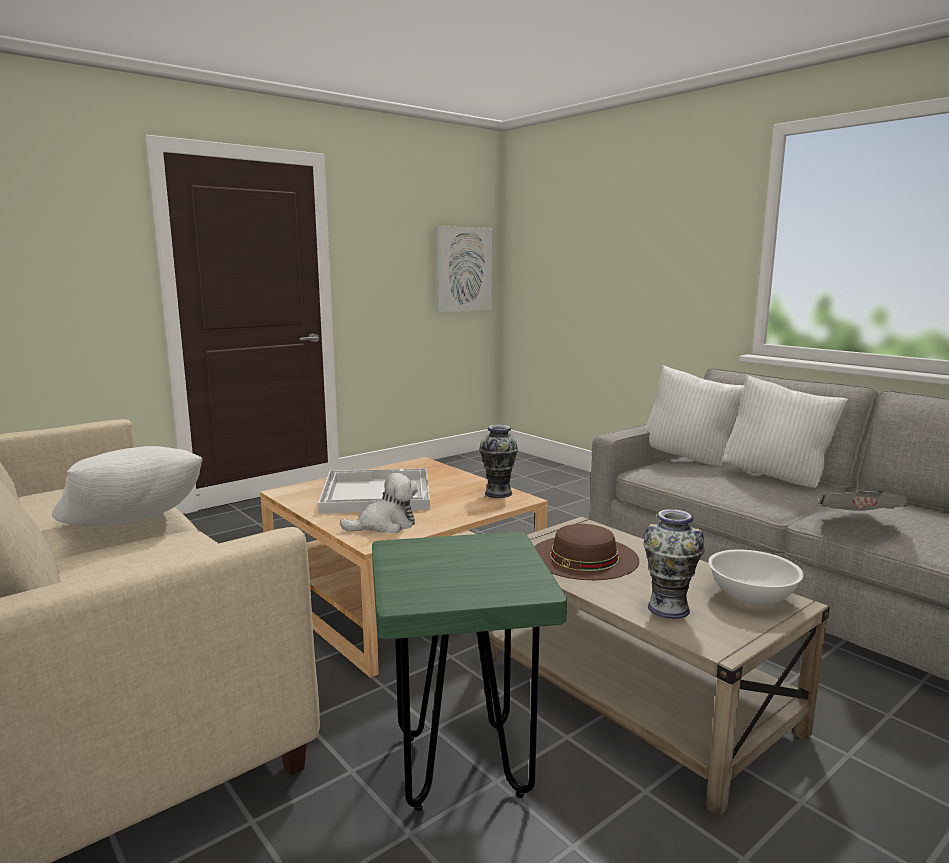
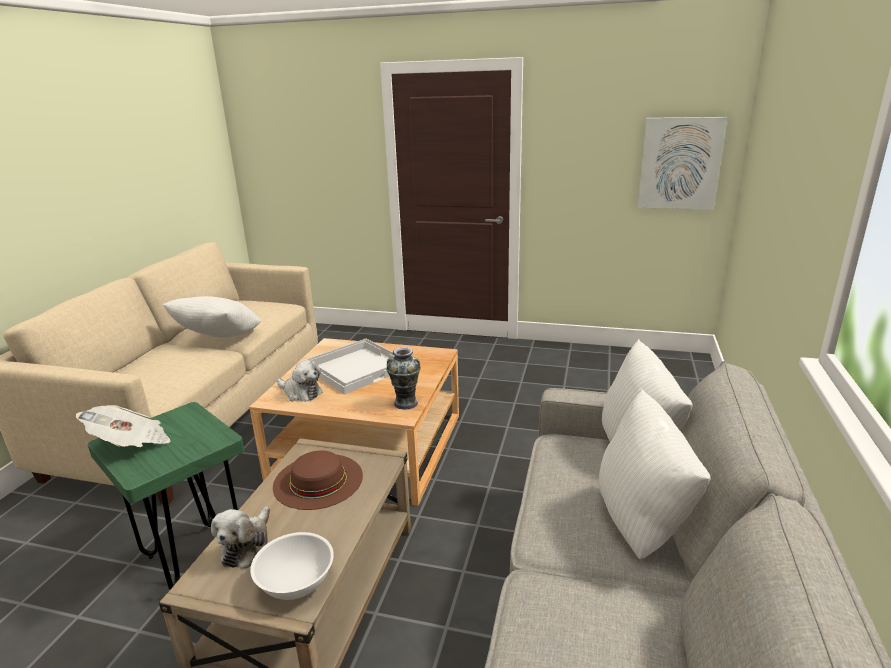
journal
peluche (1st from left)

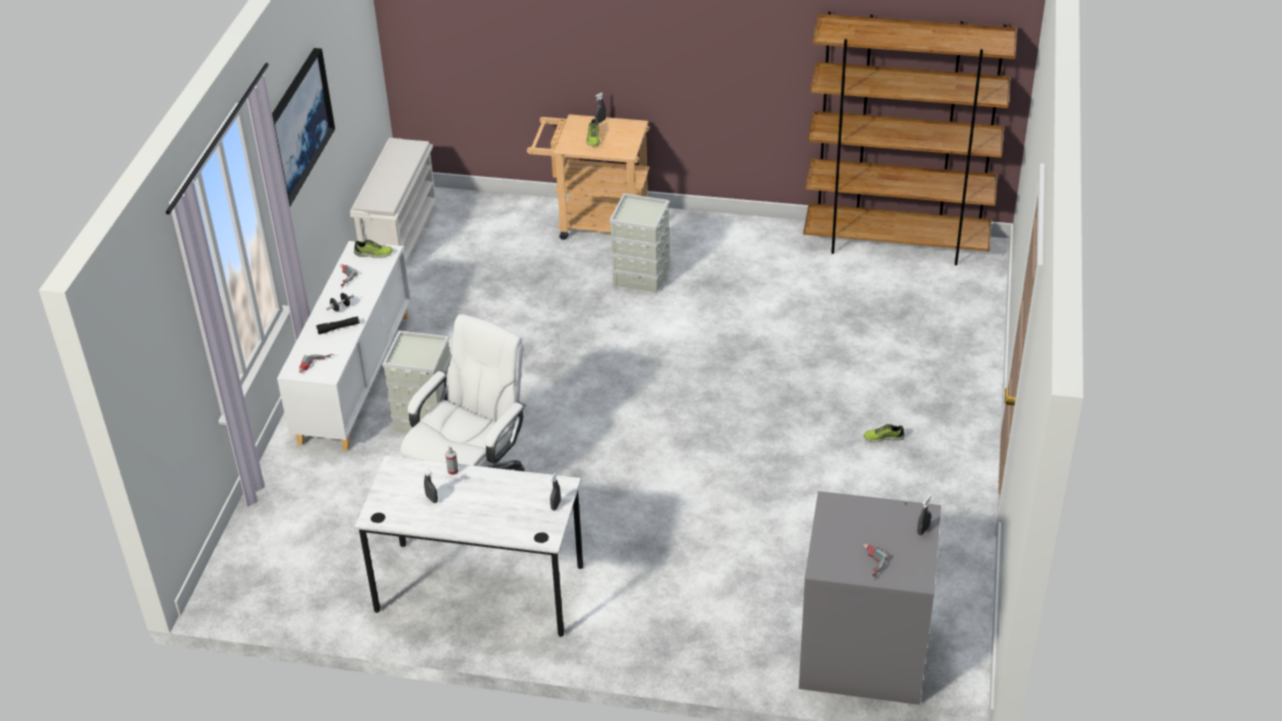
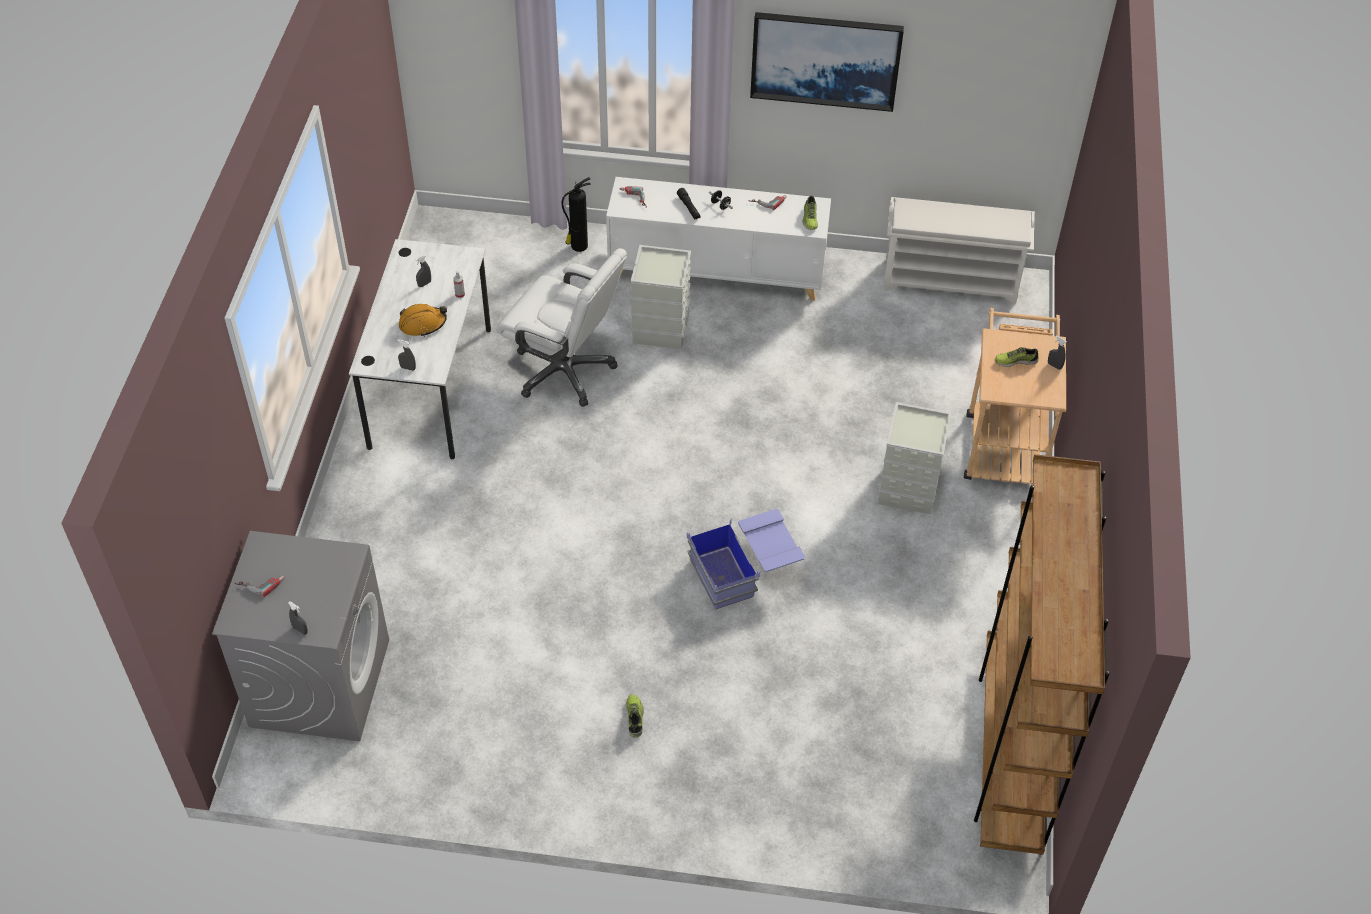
extincteur
casque de chantier (orange)
boîte de rangement (bleu)

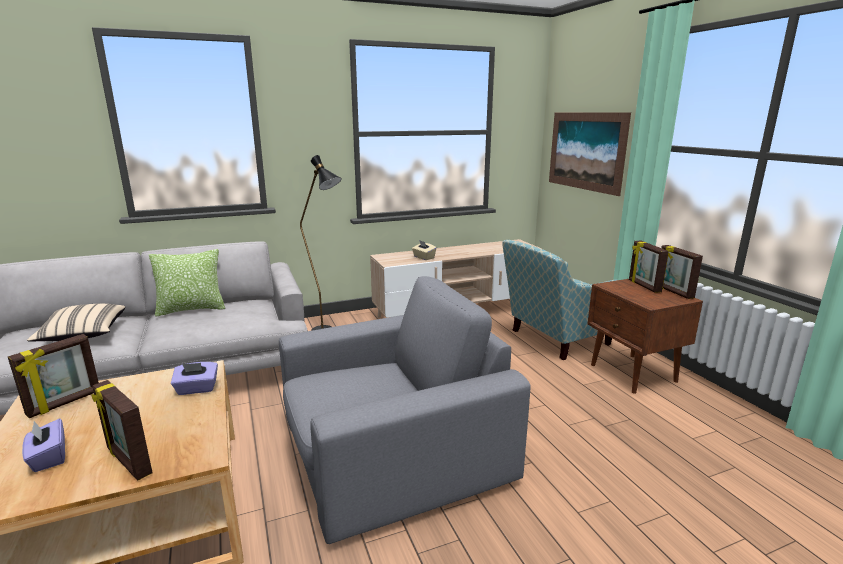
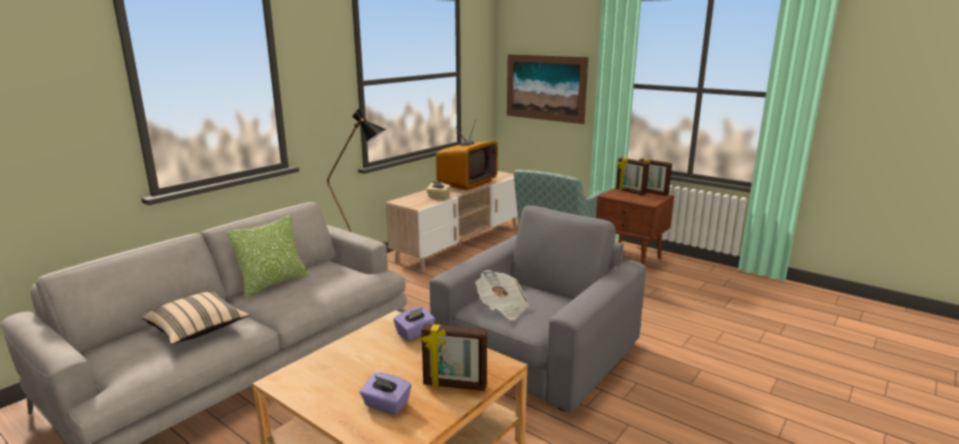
cadre photo (1st from left in the first image)
téléviseur
journal

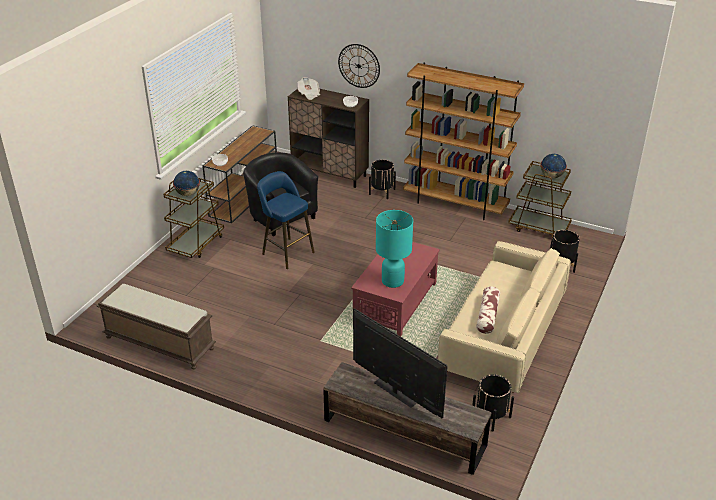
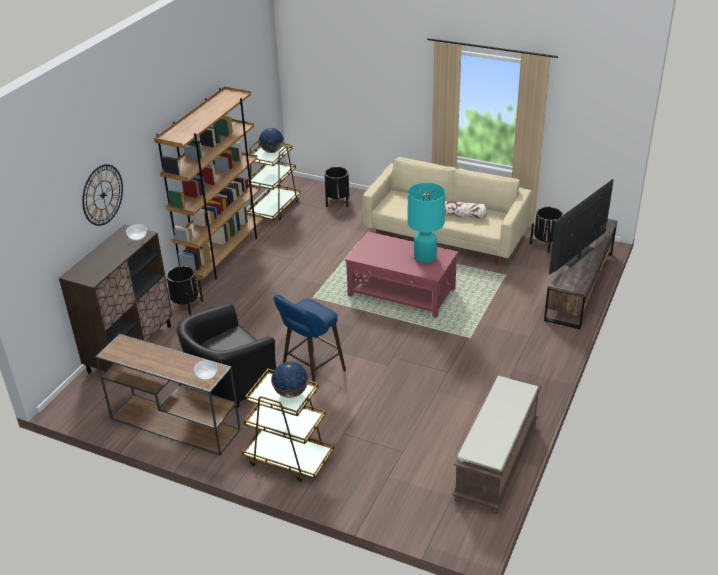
journal

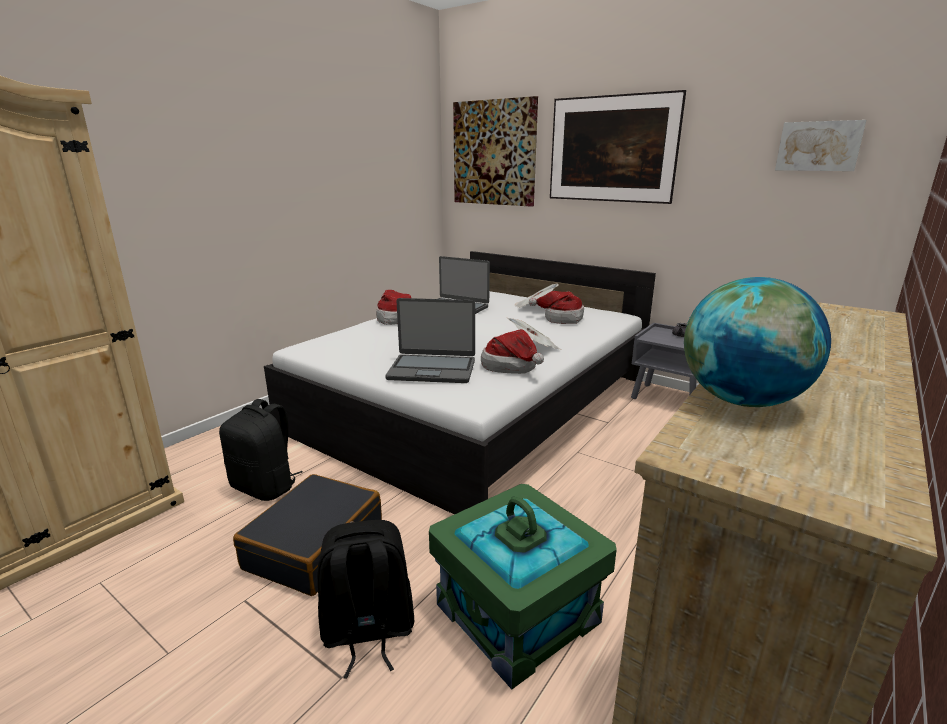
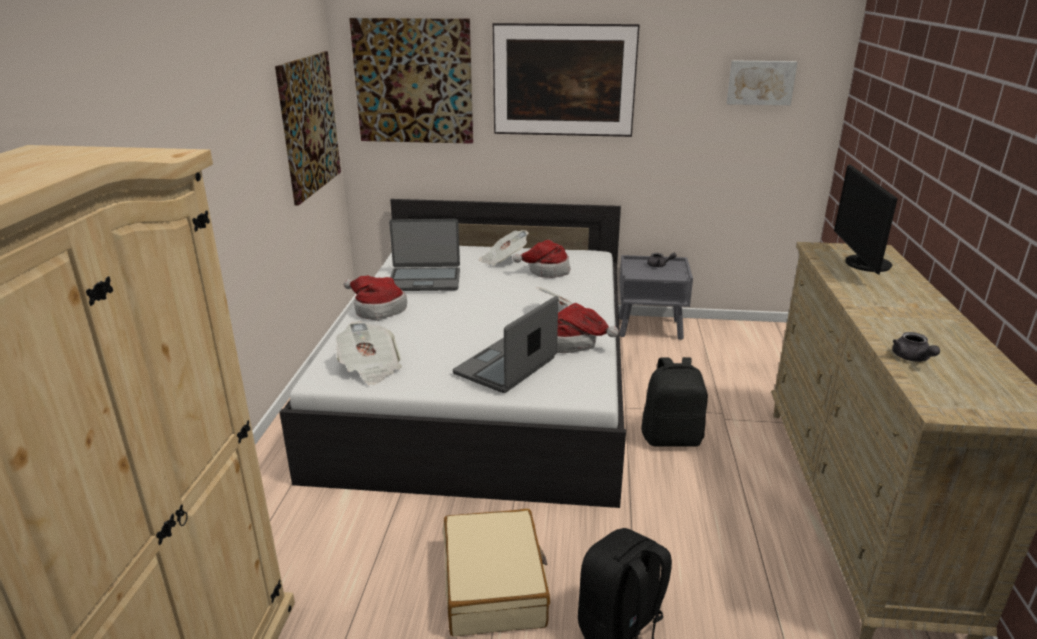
théière (gris) (2nd from left)
ordinateur portable (2nd from left)
sac à dos (noir) (2nd from left)
valise (beige)
boîte de rangement (vert)
tableau (1st from left)
écran d'ordinateur
journal (1st from left)

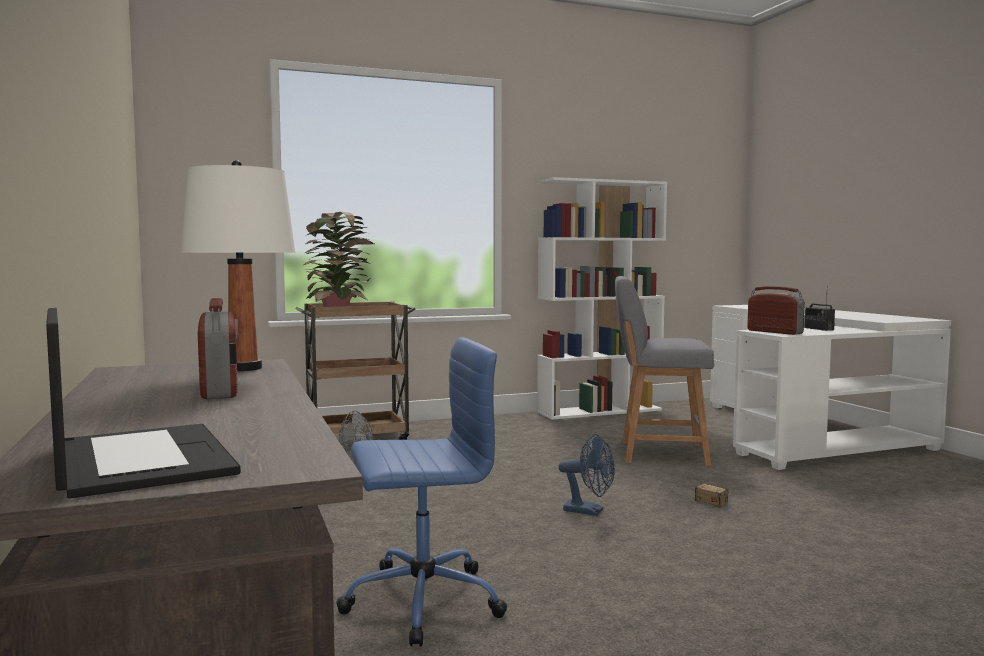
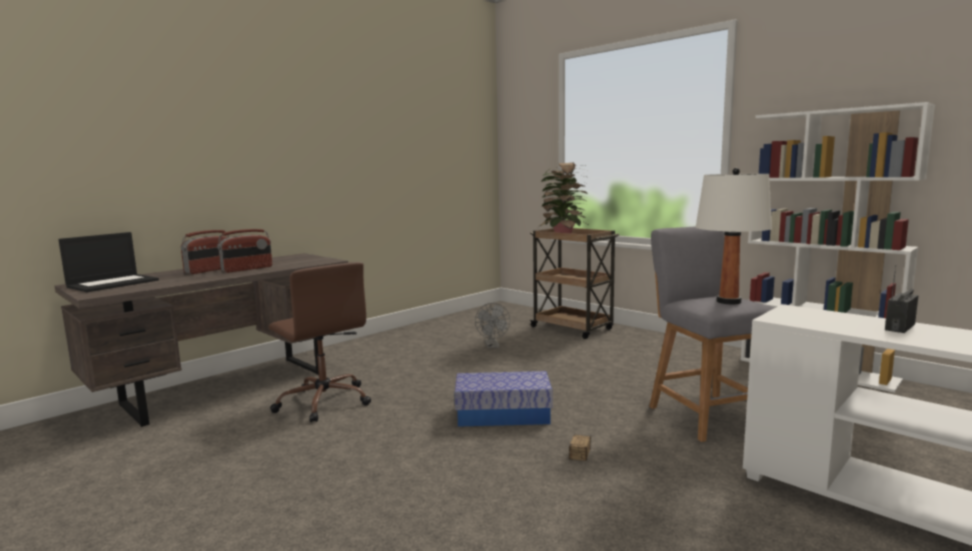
lampe de table (blanc)
radio (1st from left)
chaise de bureau (marron)
boîte de rangement (1st from left)

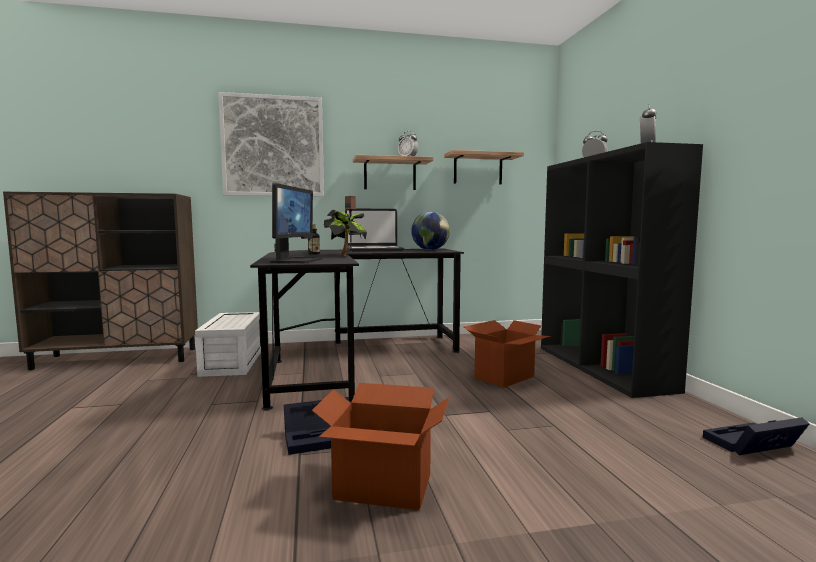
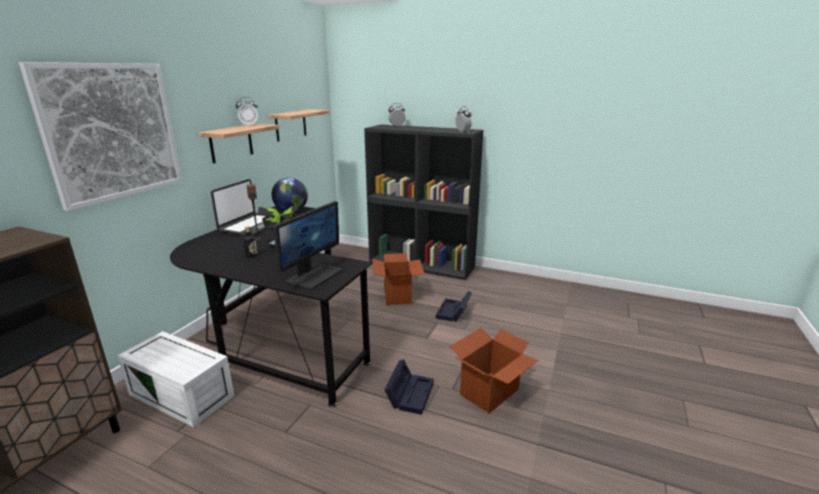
écran d'ordinateur
boîte de rangement (noir) (2nd from left)

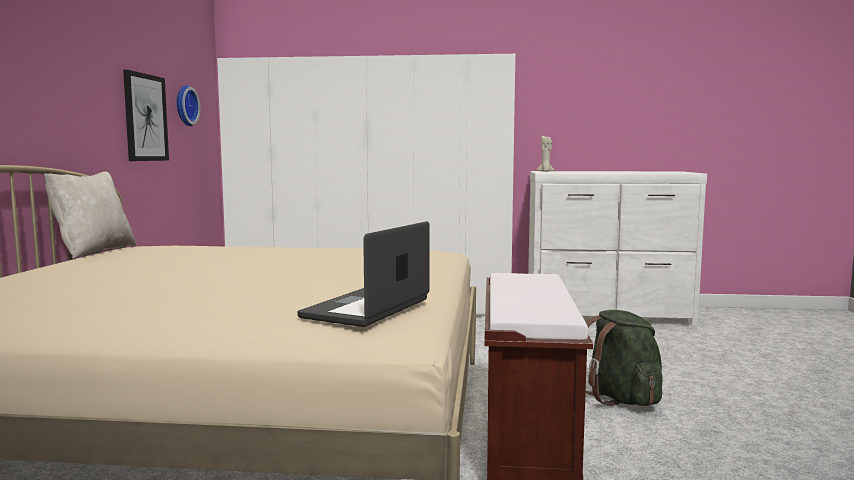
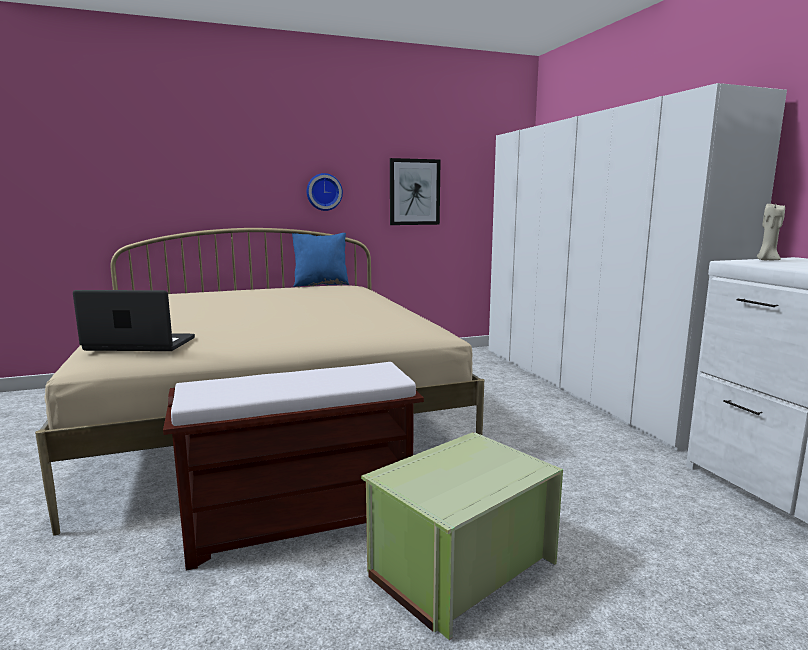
horloge murale
coussin (bleu)
boîte de rangement (vert)

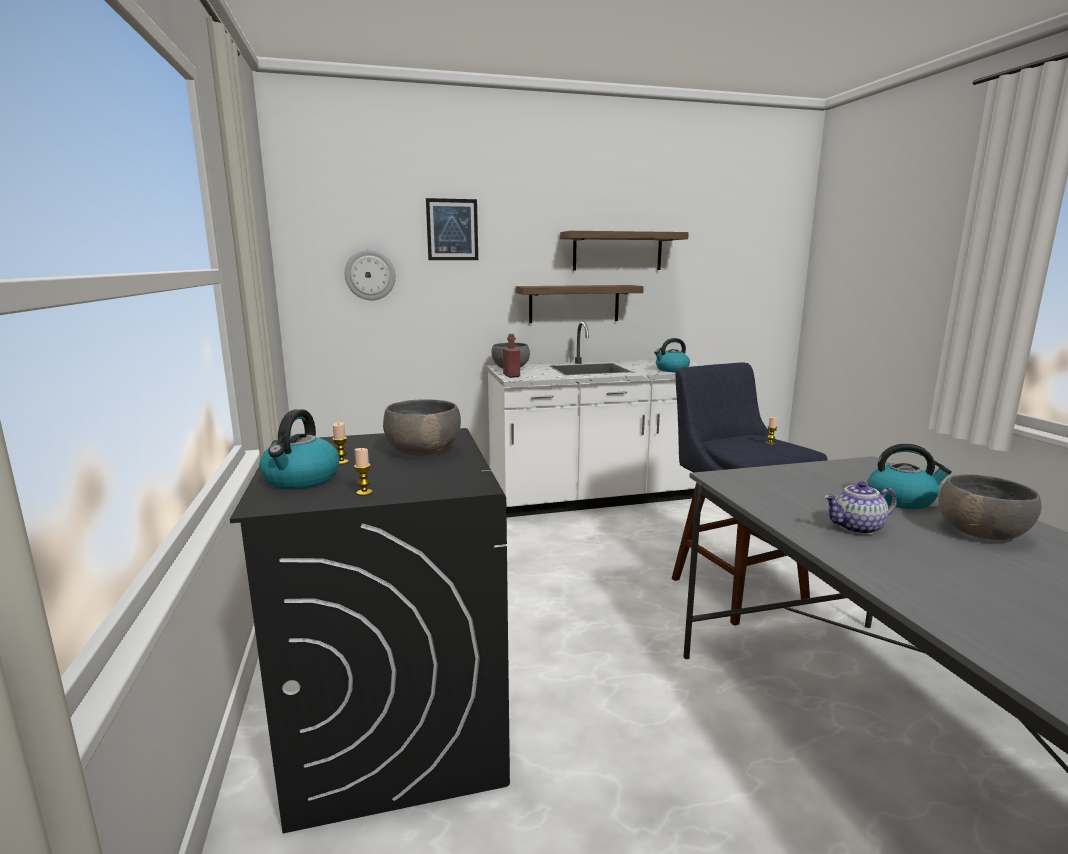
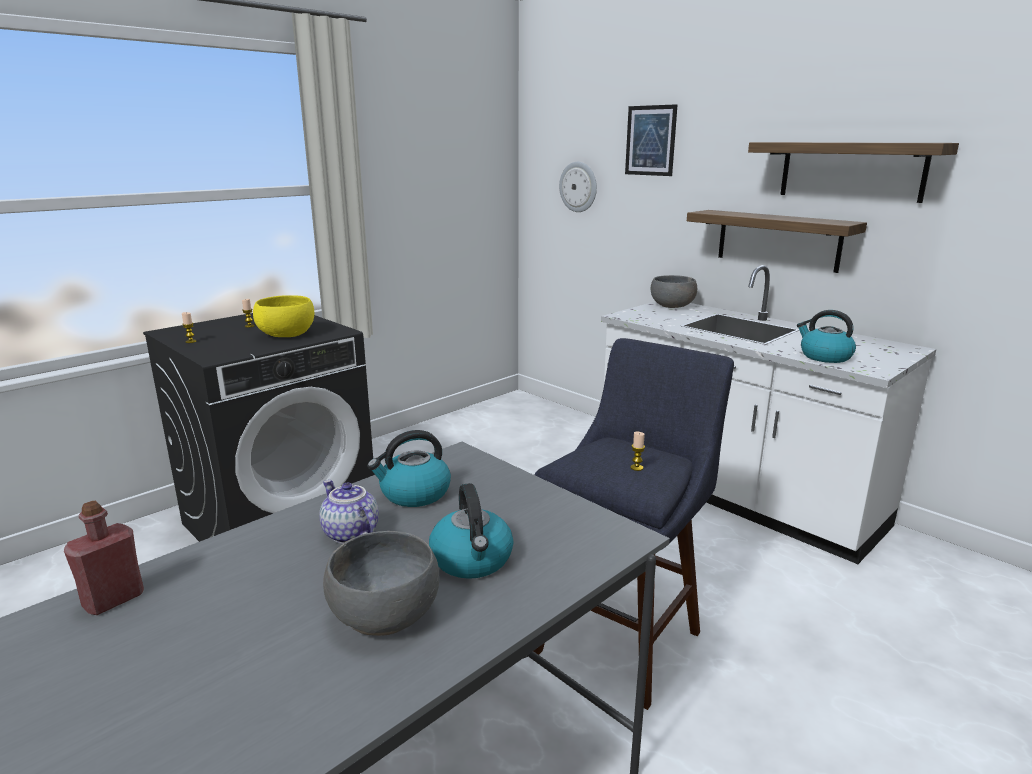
bouteille (rouge)
bol (jaune)
bouilloire (1st from left)

